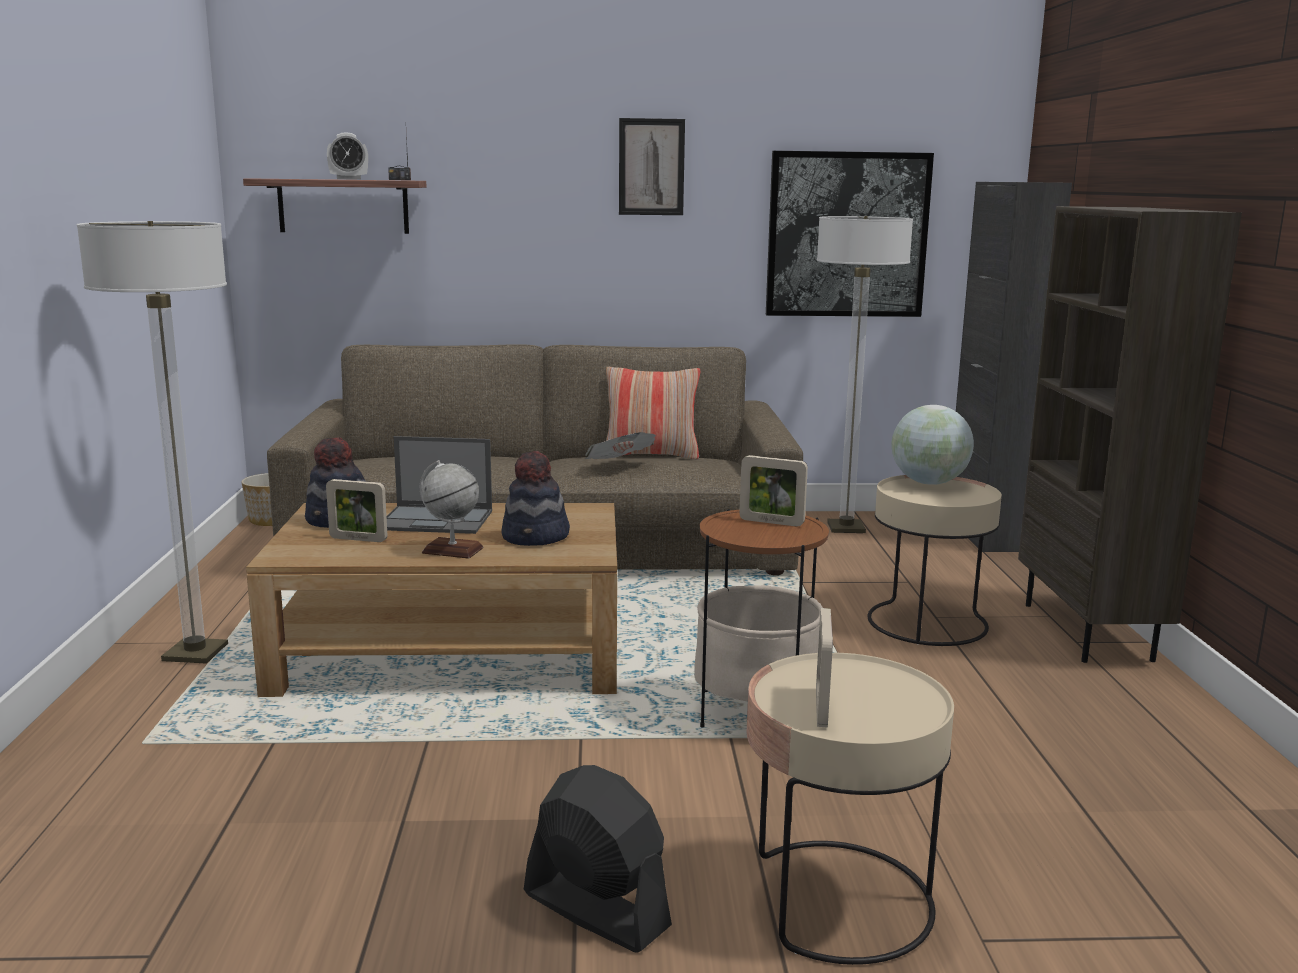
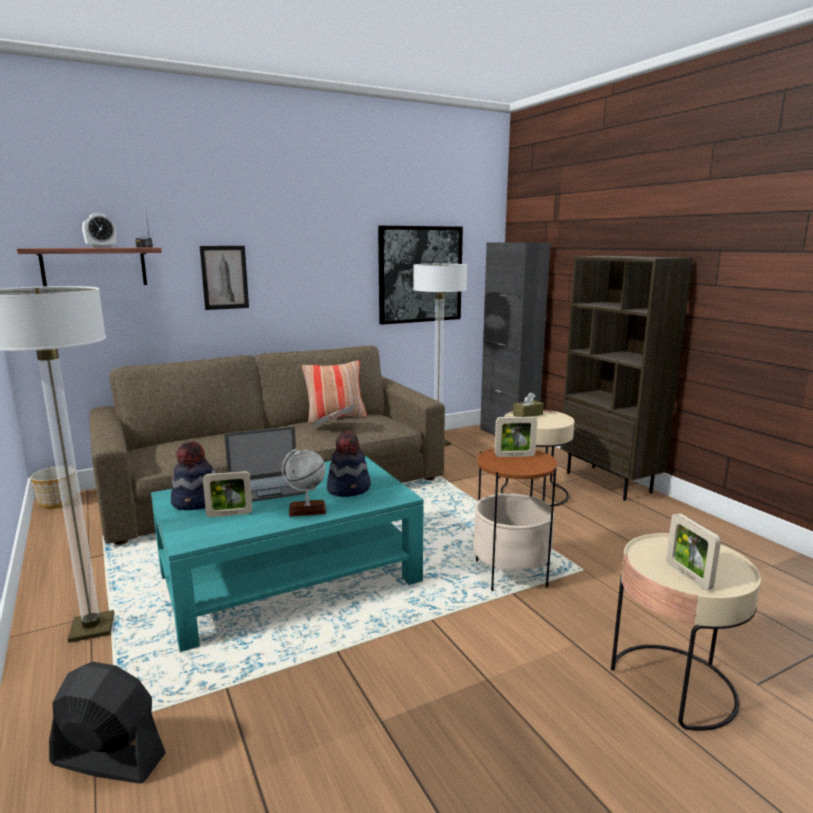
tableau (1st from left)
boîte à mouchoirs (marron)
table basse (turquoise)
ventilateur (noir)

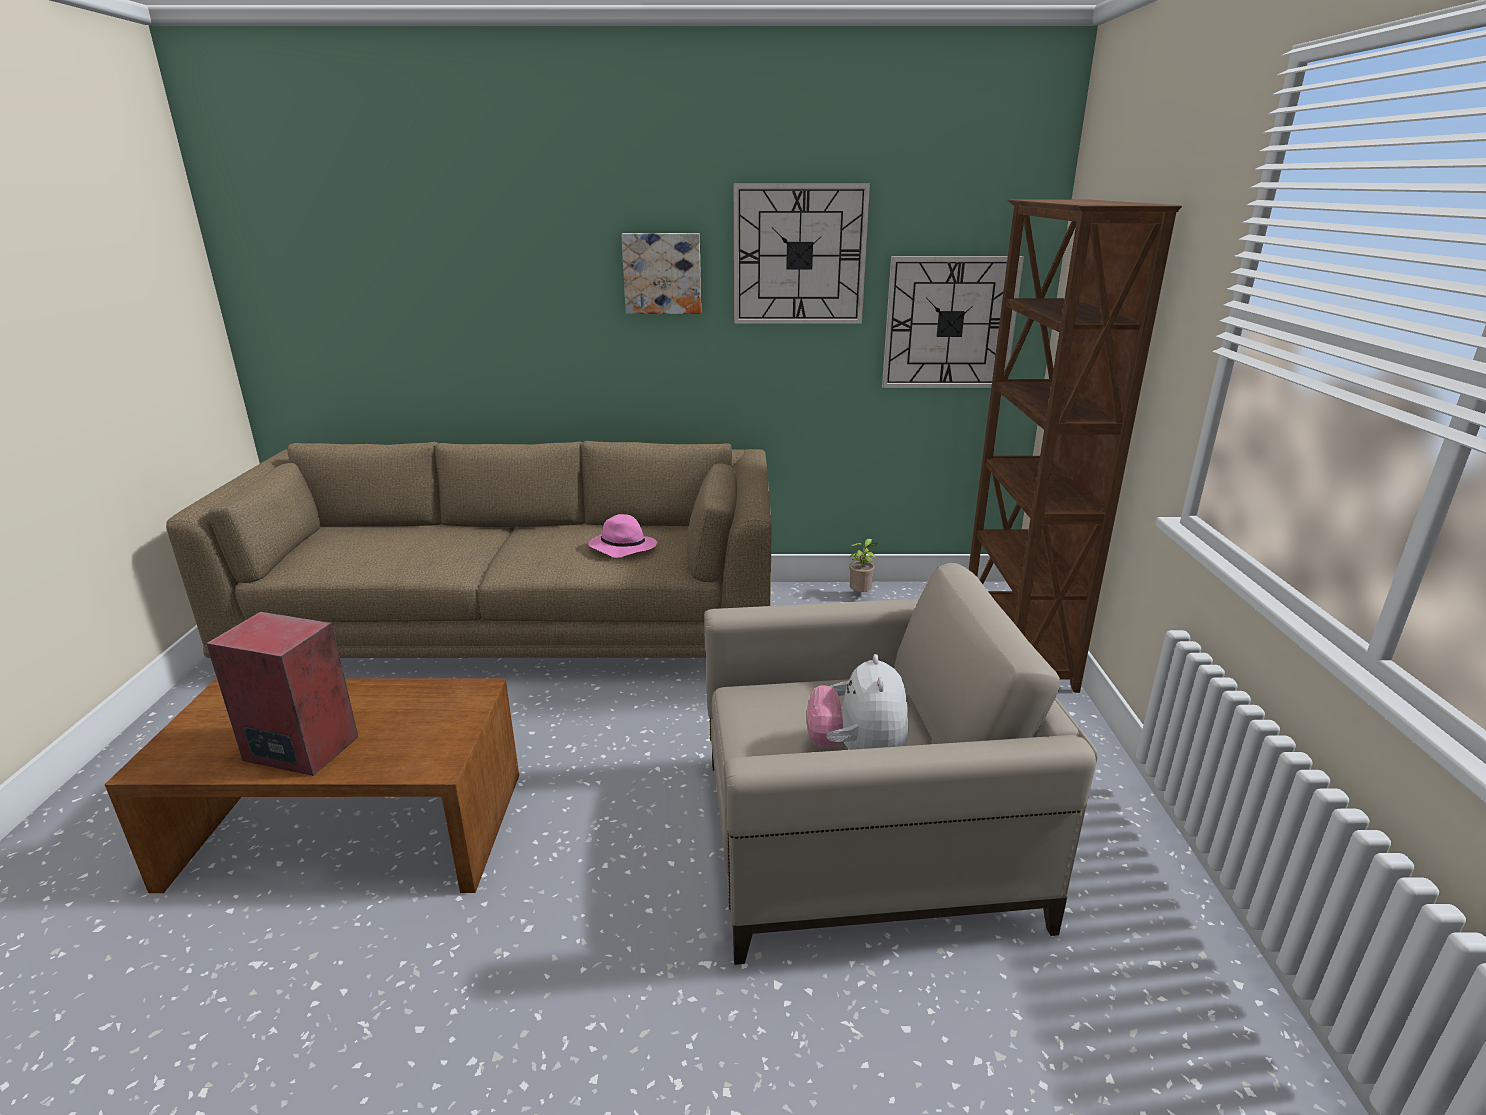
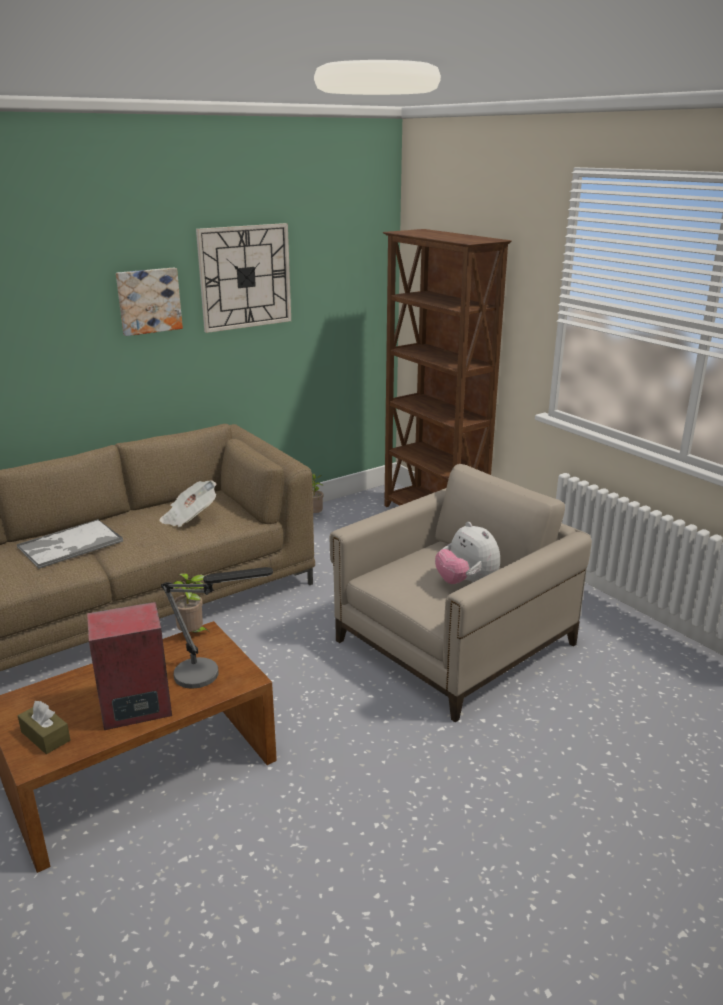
horloge murale (2nd from left in the first image)
journal
plateau
lampe de table
plante en pot (1st from left)
boîte à mouchoirs (marron)

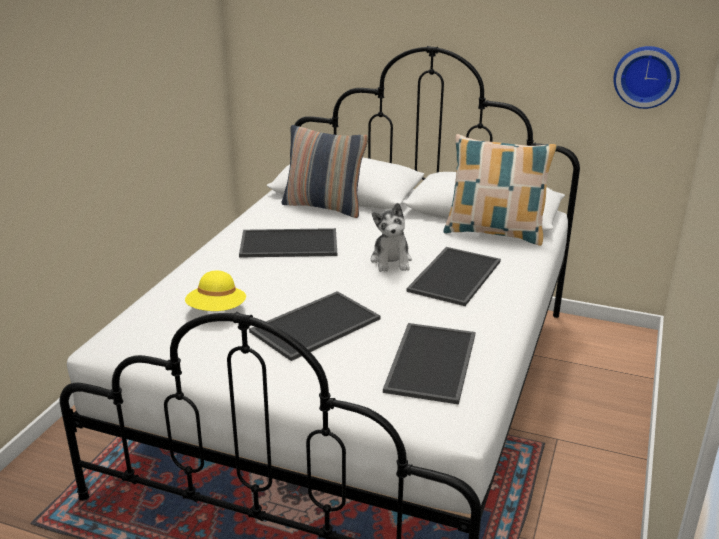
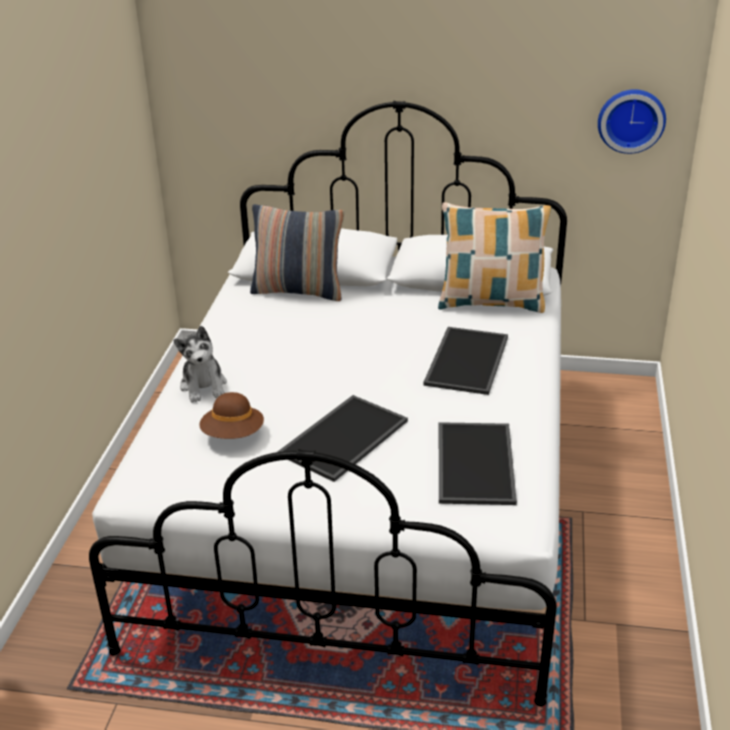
peluche
plateau (1st from left in the first image)
chapeau (marron)

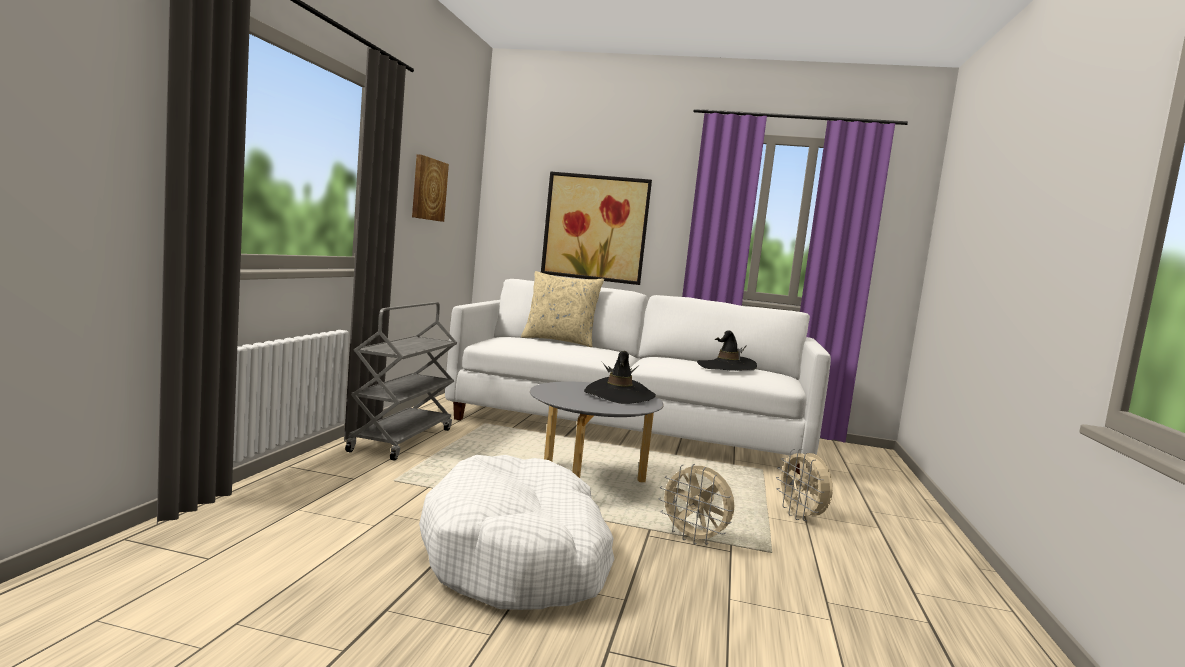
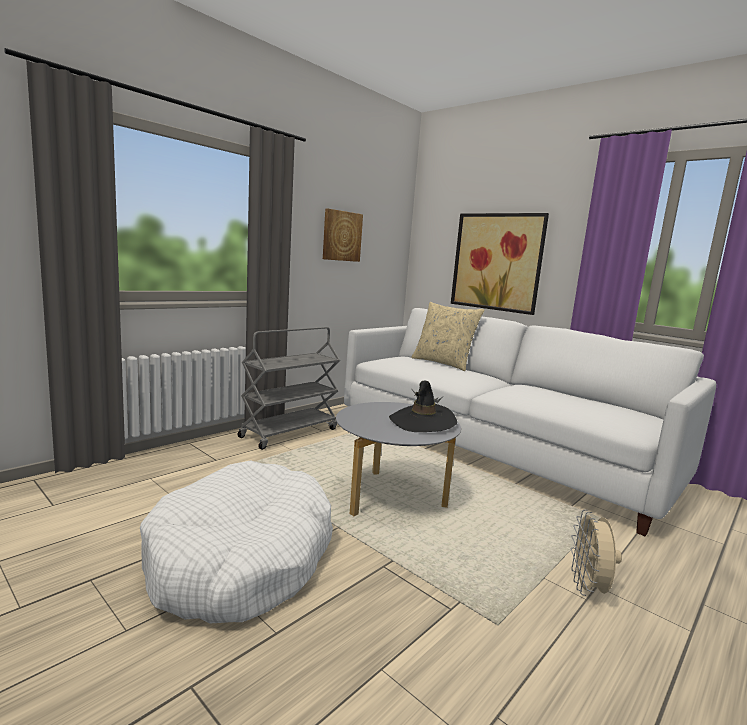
chapeau (noir) (2nd from left in the first image)
ventilateur (beige) (1st from left in the first image)

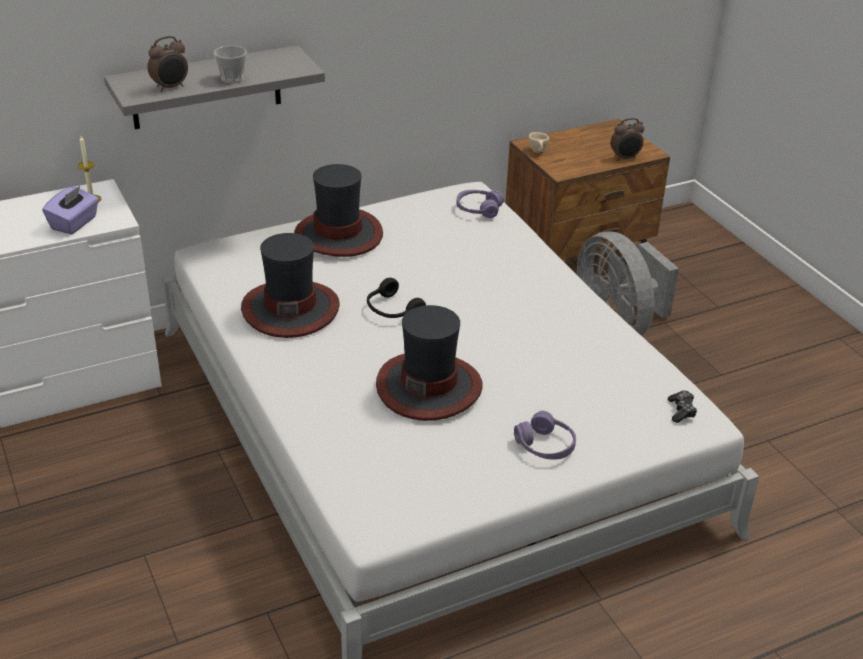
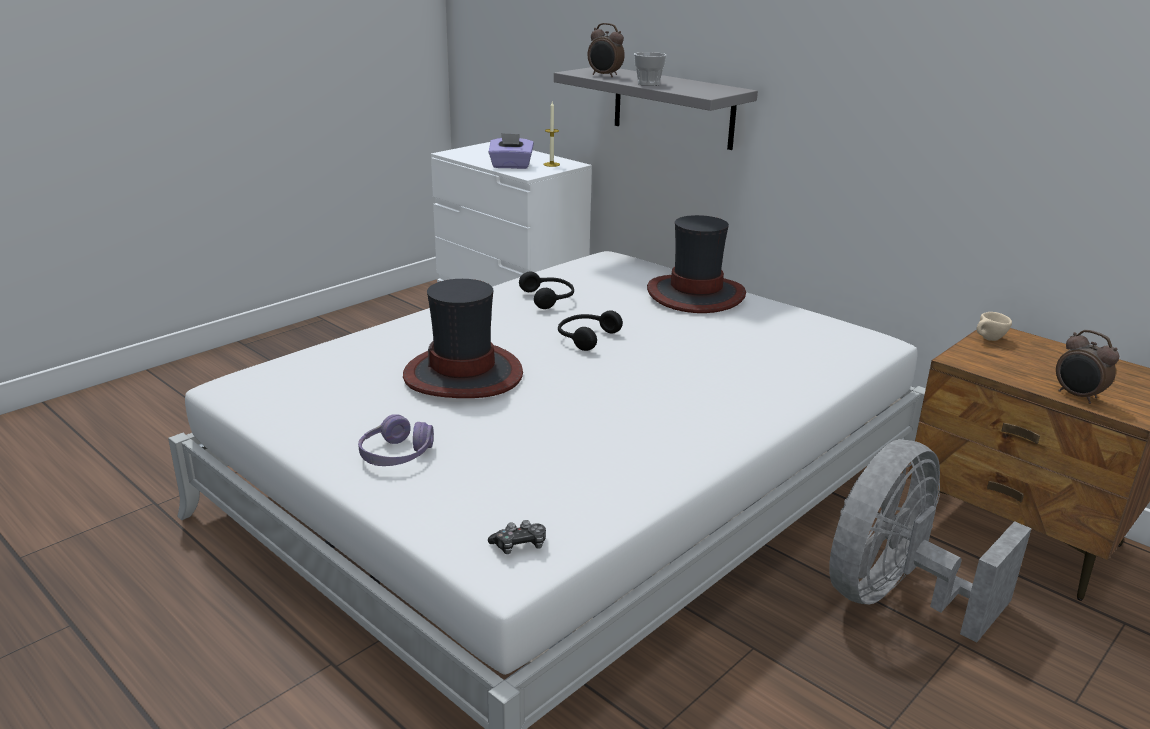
casque audio (violet) (1st from left in the first image)
casque audio (noir) (1st from left)

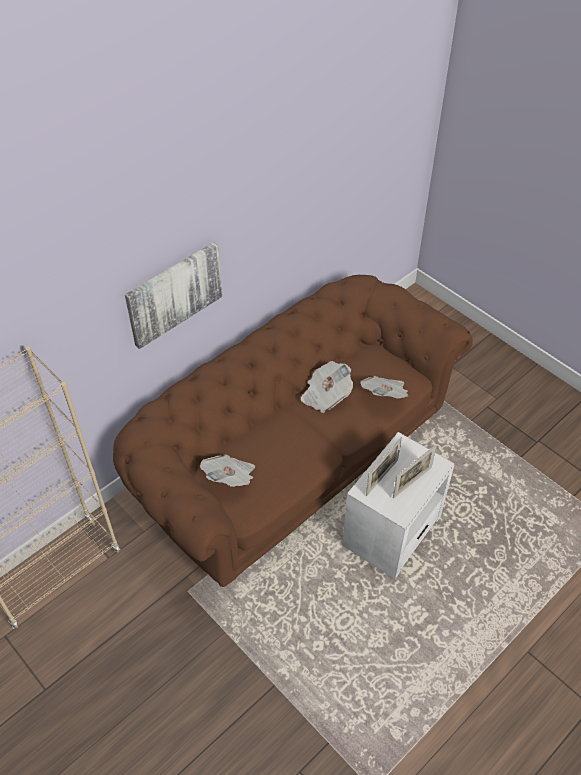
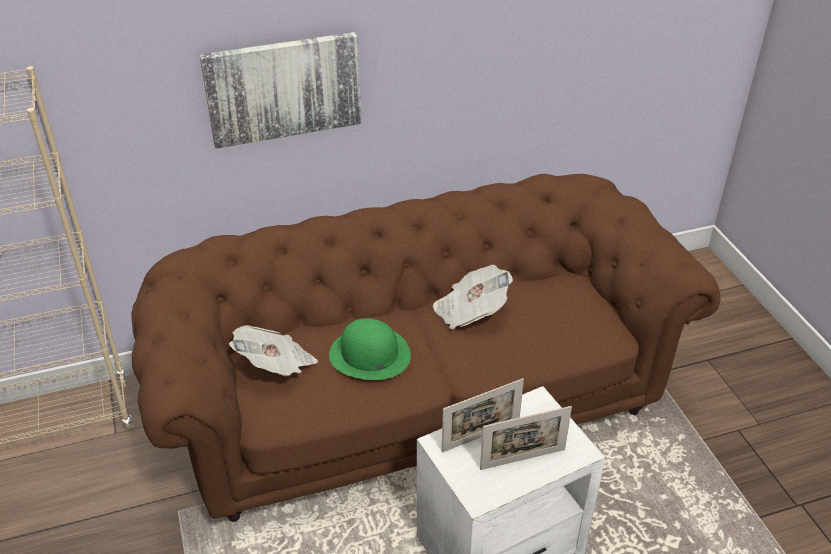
journal (3rd from left in the first image)
chapeau (vert)

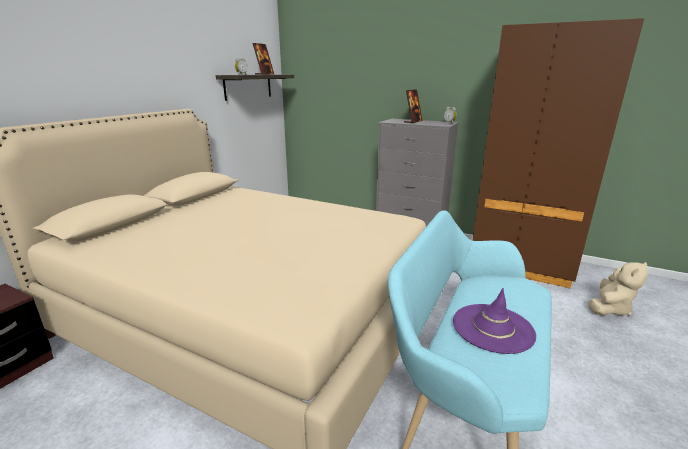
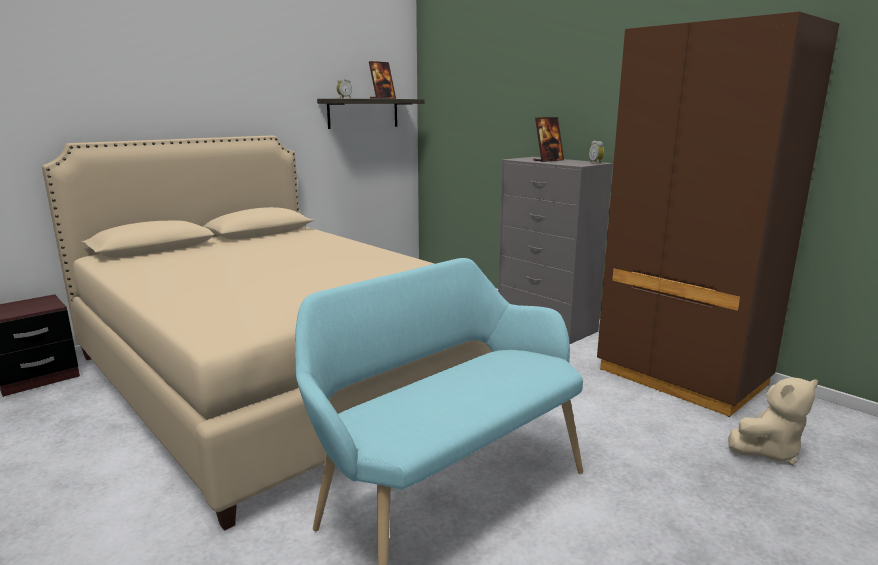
chapeau (violet)

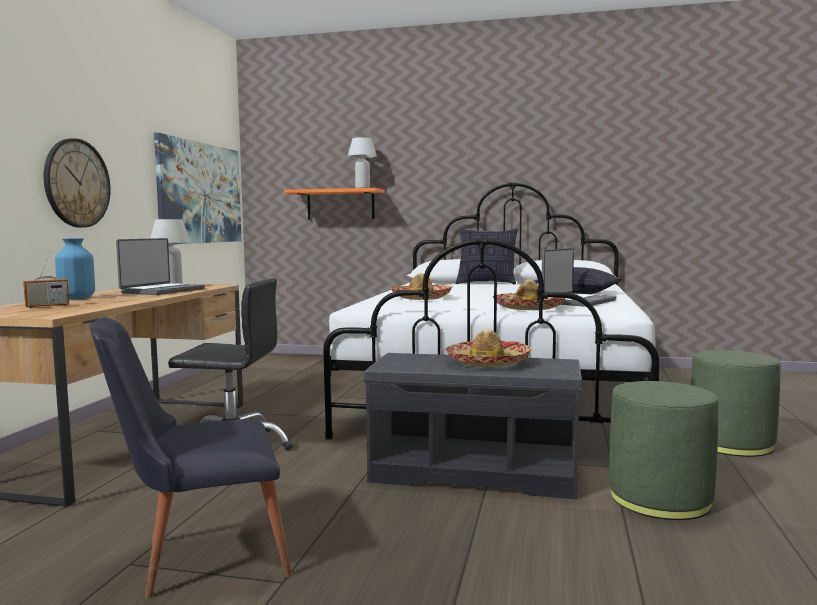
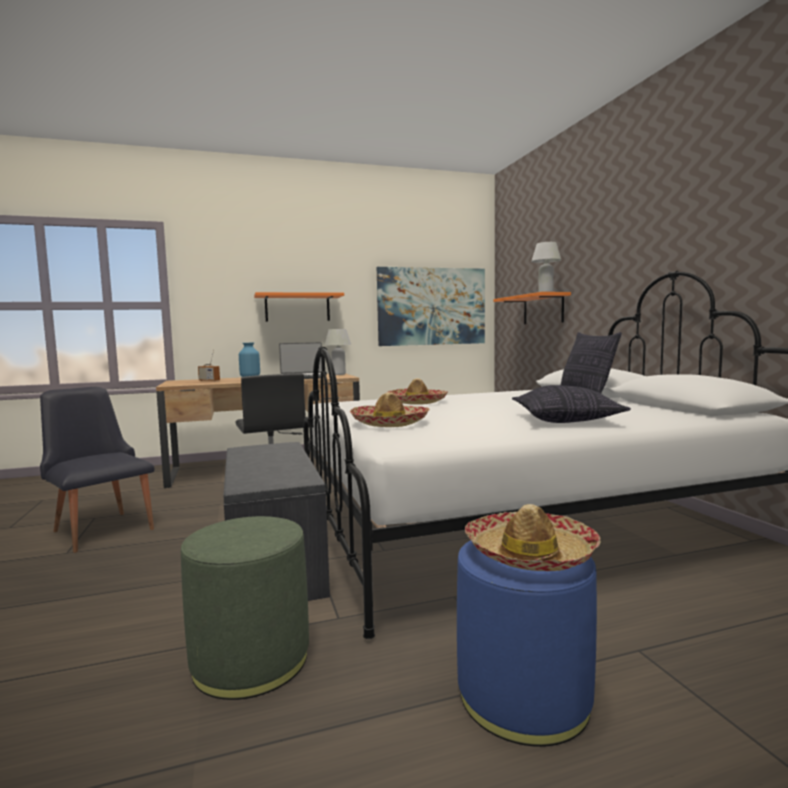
étagère (orange) (1st from left)
ordinateur portable (2nd from left in the first image)
chapeau (3rd from left)
pouf (bleu)

